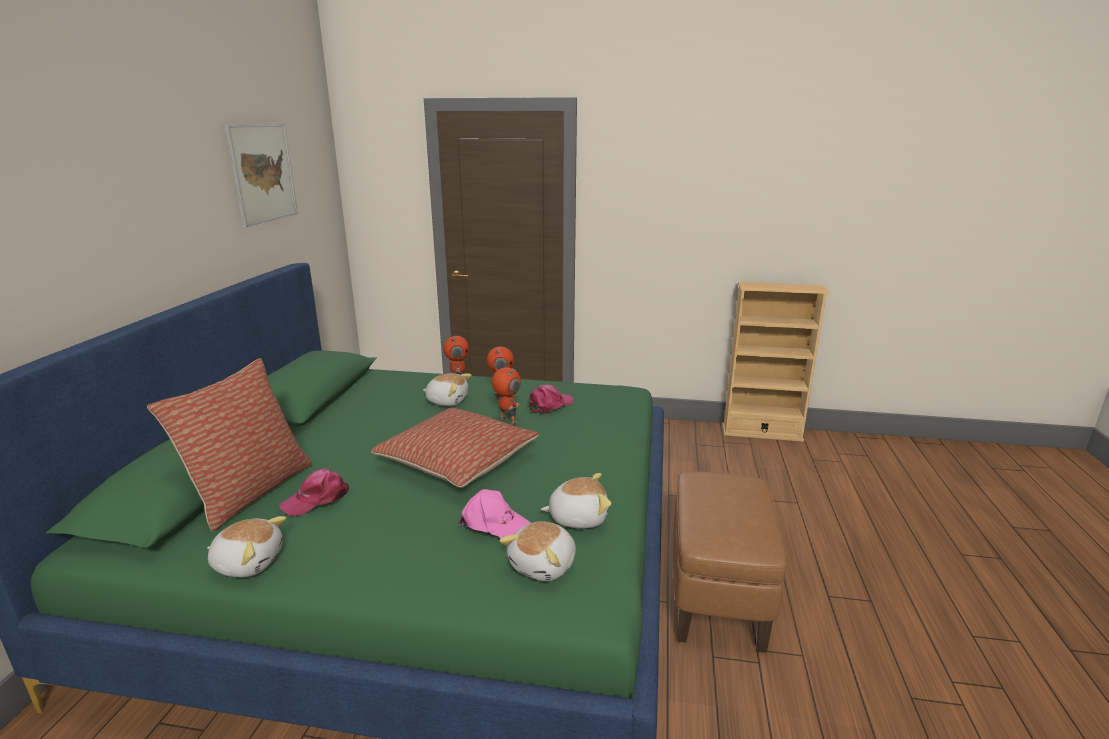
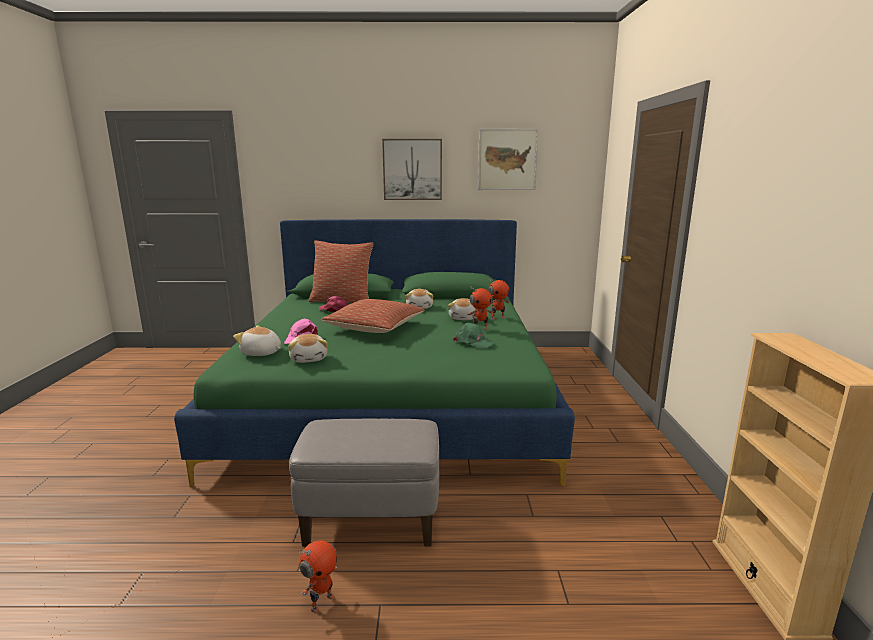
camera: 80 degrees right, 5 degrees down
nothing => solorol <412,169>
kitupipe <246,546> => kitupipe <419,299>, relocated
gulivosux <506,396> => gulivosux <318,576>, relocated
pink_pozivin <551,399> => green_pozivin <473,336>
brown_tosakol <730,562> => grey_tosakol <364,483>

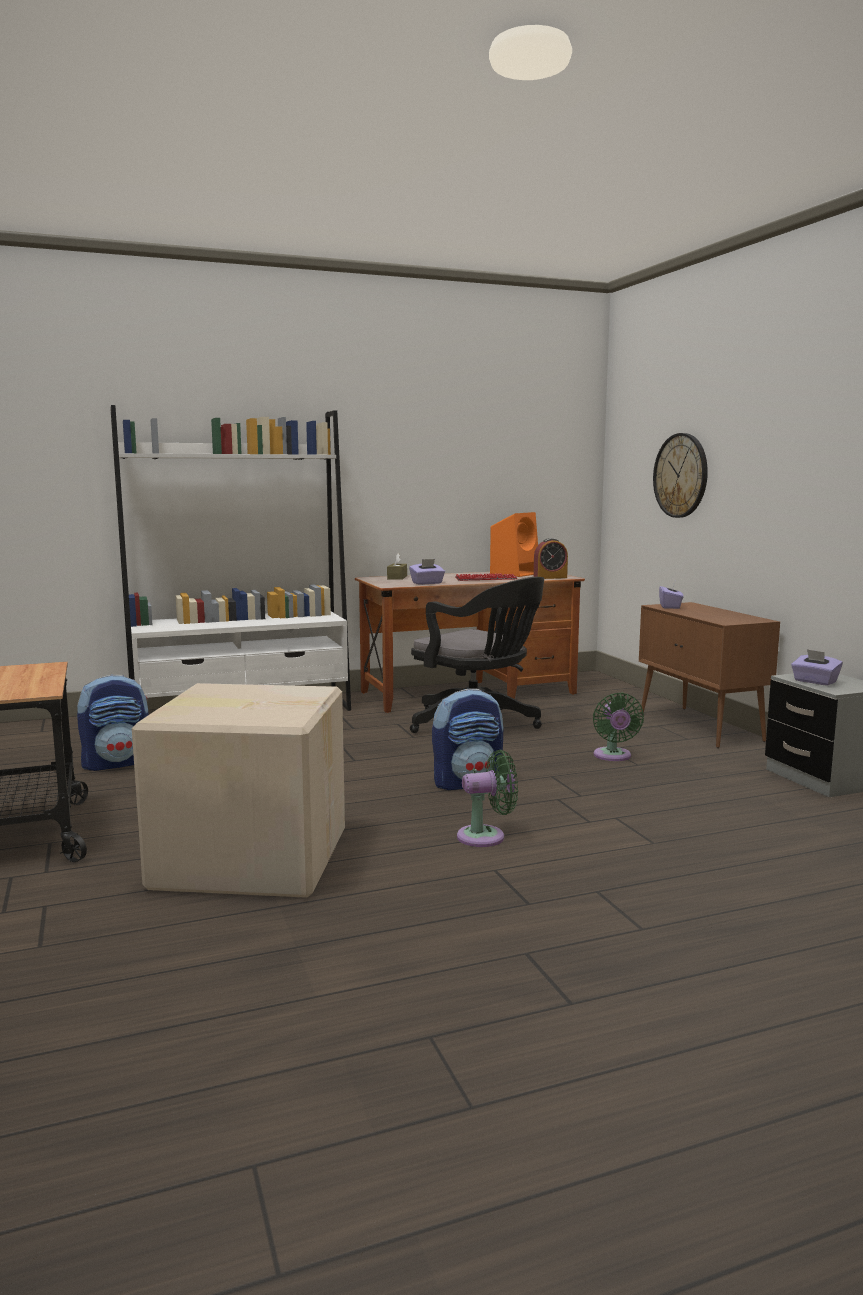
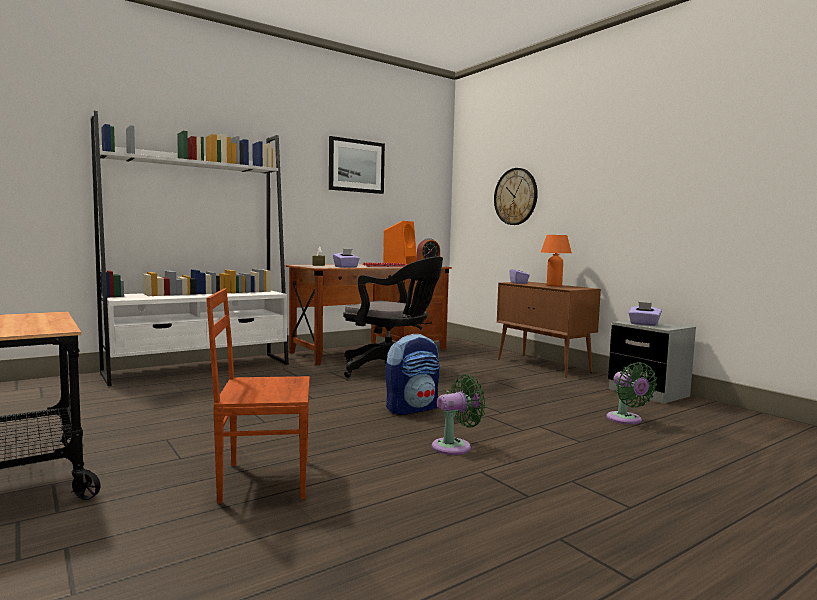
camera: 15 degrees left, 5 degrees down
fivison <113,723> => nothing
nothing => solorol <357,165>
nothing => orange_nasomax <556,260>
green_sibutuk <618,726> => green_sibutuk <632,393>, relocated
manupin <238,790> => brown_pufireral <258,396>

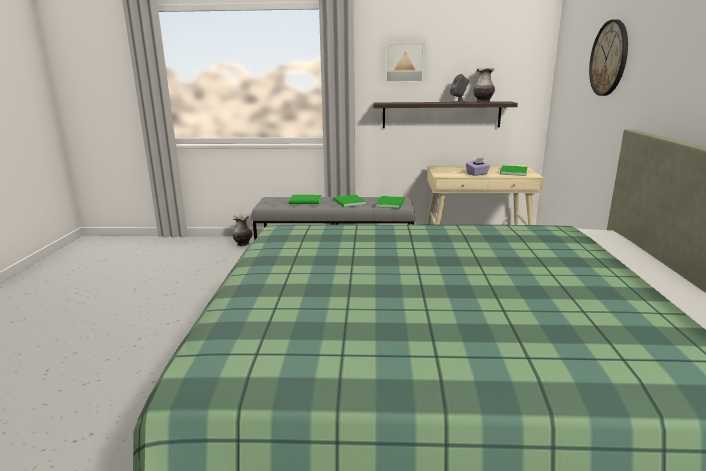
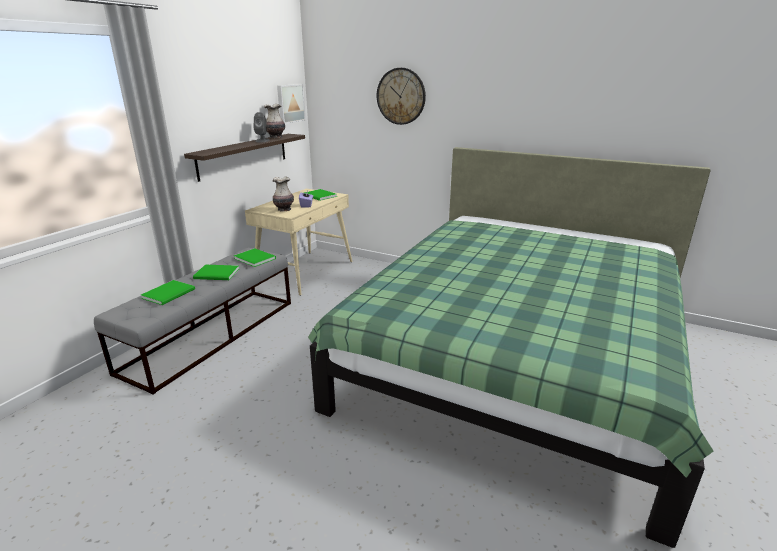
camera: 65 degrees left, 5 degrees up
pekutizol <242,230> => pekutizol <283,194>, relocated
solorol <405,62> => solorol <291,104>, relocated

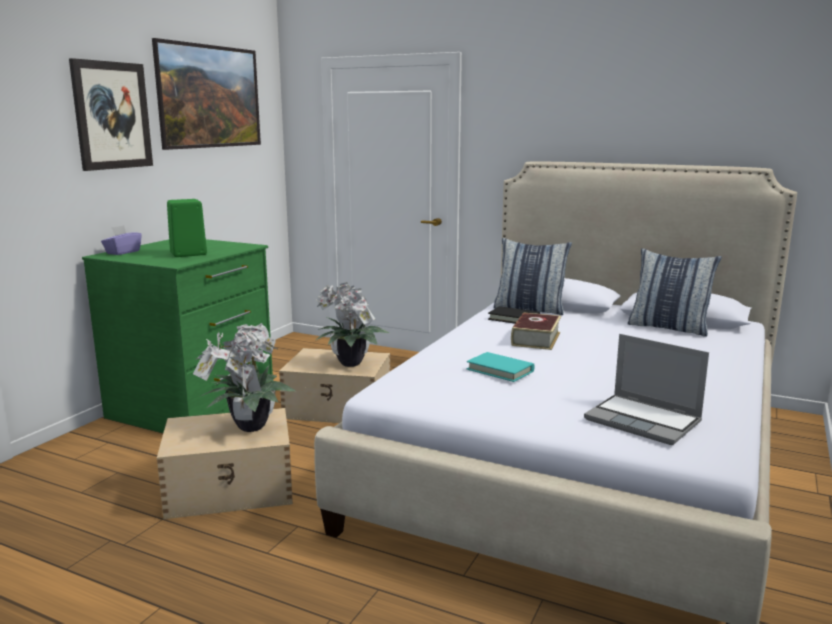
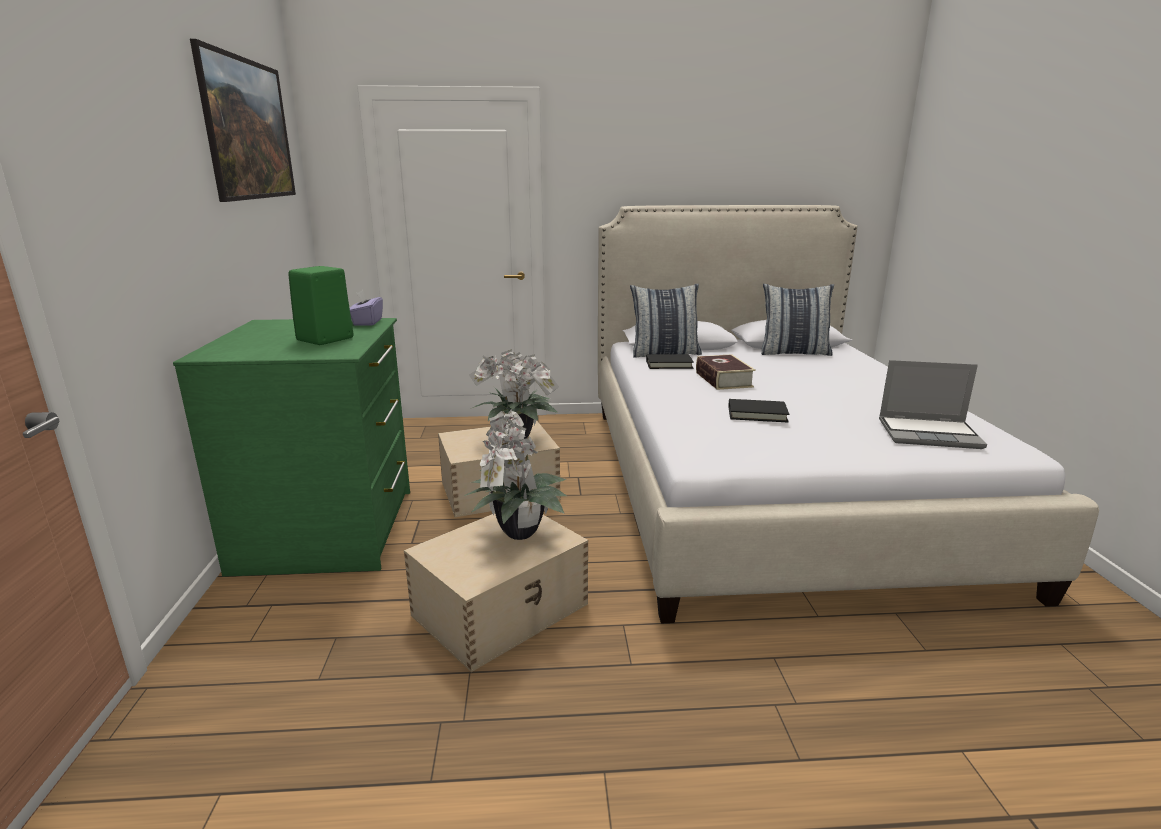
camera: 30 degrees left, 5 degrees up
solorol <111,114> => nothing
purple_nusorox <121,240> => purple_nusorox <366,308>, relocated
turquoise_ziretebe <501,367> => black_ziretebe <758,410>

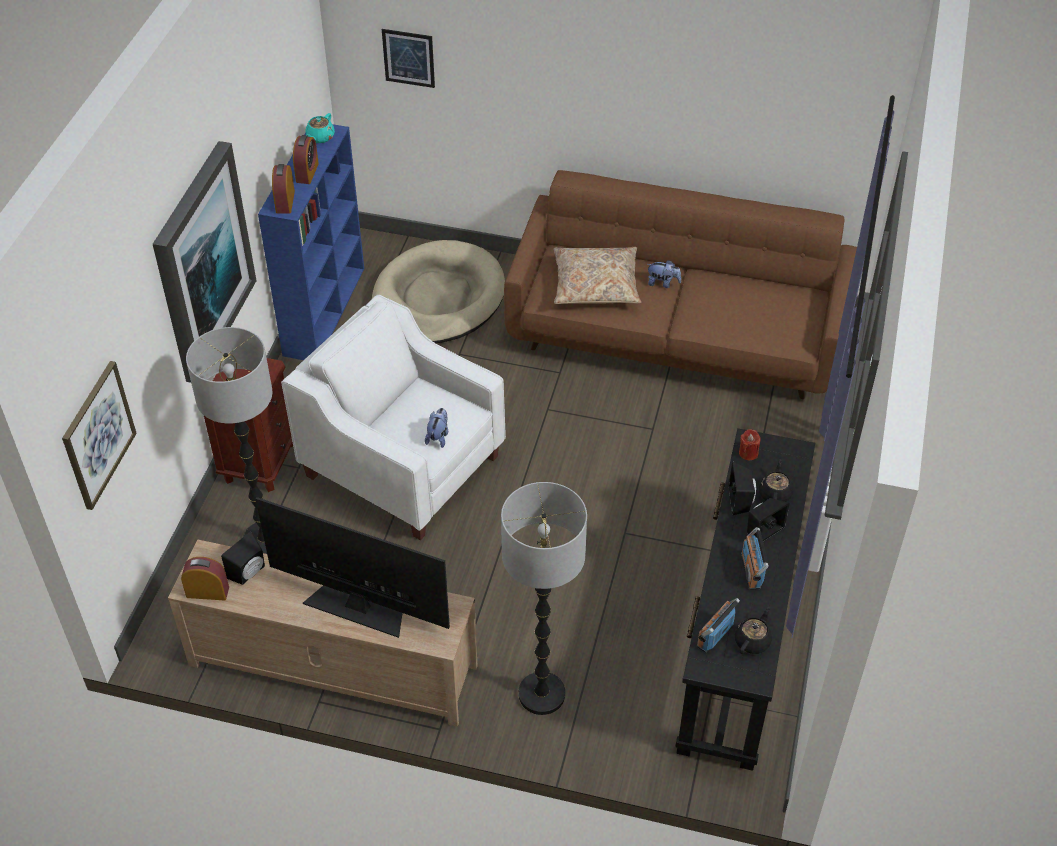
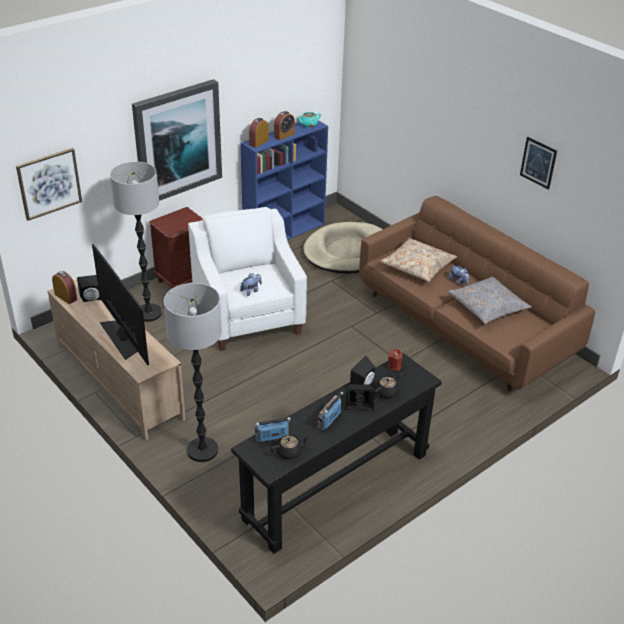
camera: 35 degrees right, 10 degrees down
nothing => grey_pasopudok <489,300>
solorol <408,58> => solorol <538,163>, relocated

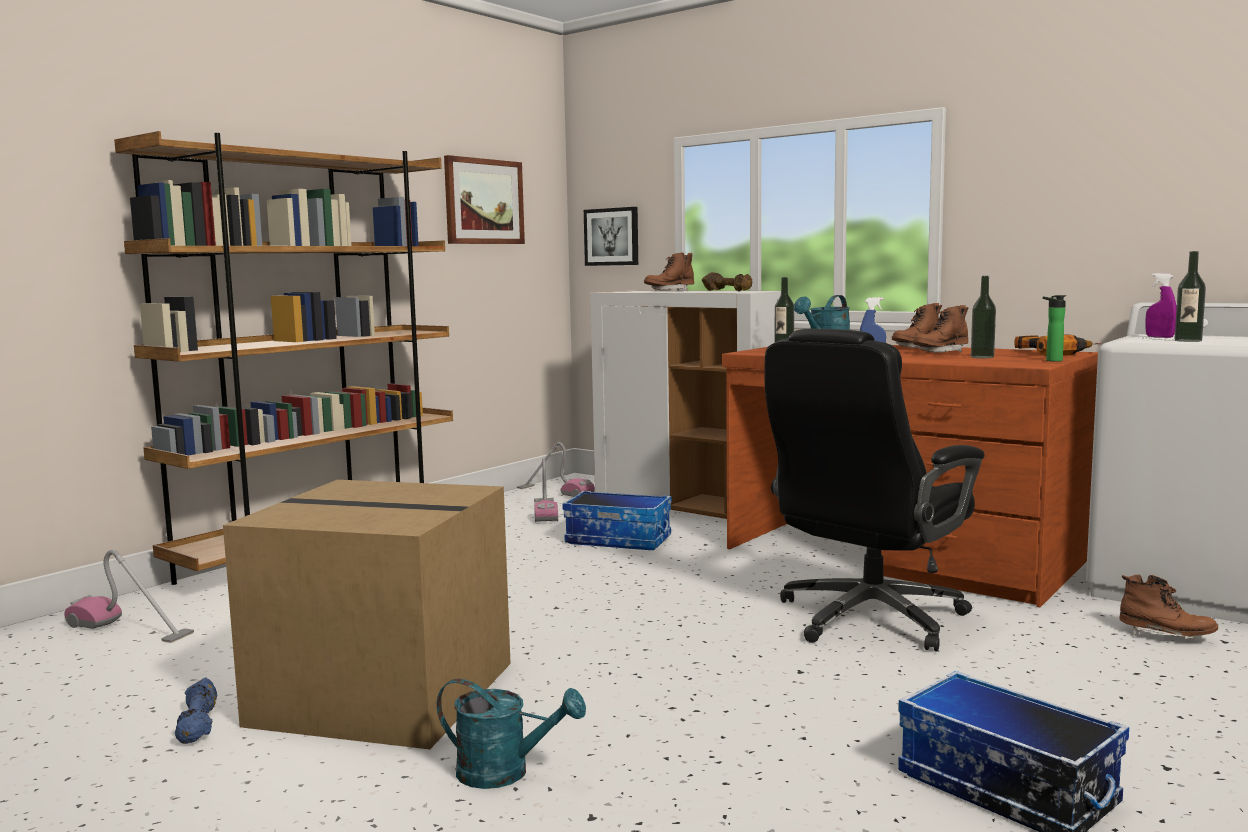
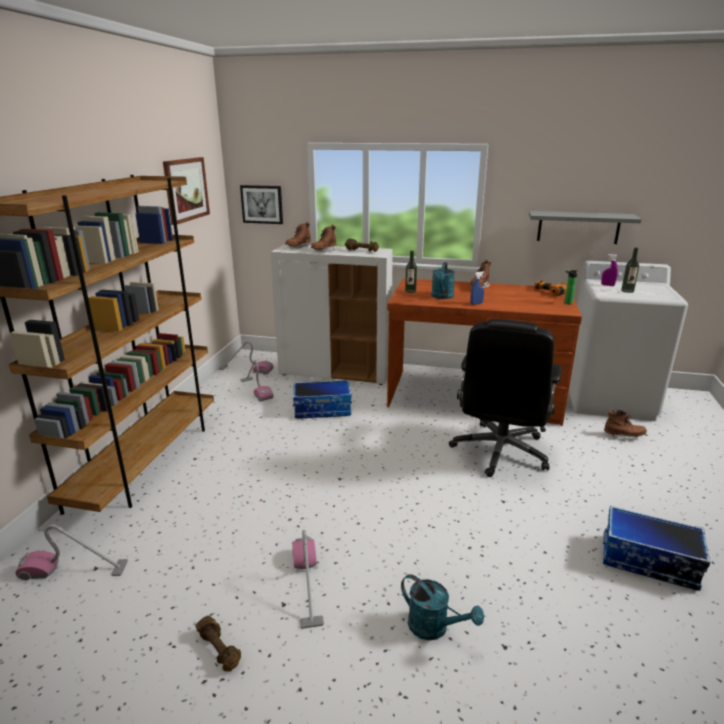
camera: 25 degrees left, 15 degrees up
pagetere <983,317> => nothing
nothing => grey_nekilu <585,227>
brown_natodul <940,329> => brown_natodul <298,235>, relocated
manupin <367,614> => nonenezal <308,579>
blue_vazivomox <196,711> => brown_vazivomox <218,644>
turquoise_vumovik <511,734> => turquoise_vumovik <442,607>, 45 degrees clockwise

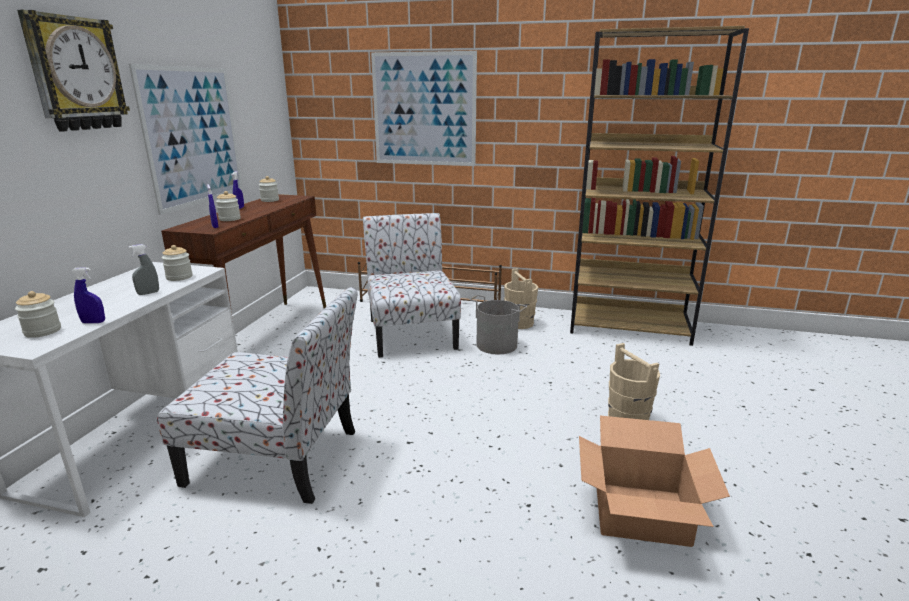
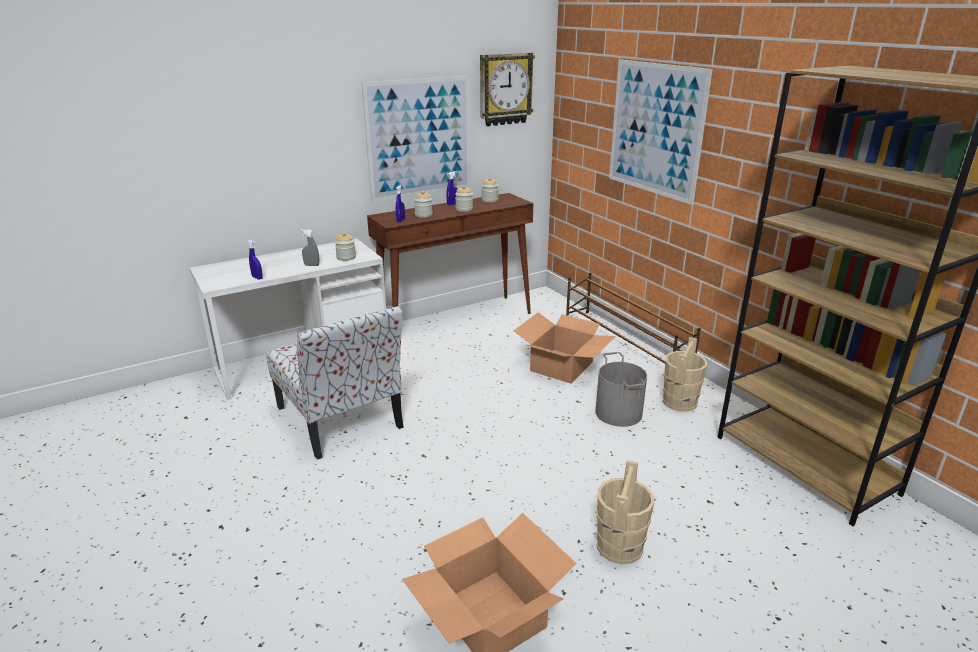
camera: 45 degrees right, 5 degrees up
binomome <38,314> => binomome <464,199>, relocated
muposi <73,71> => muposi <507,89>, relocated
pufireral <412,285> => manupin <564,347>

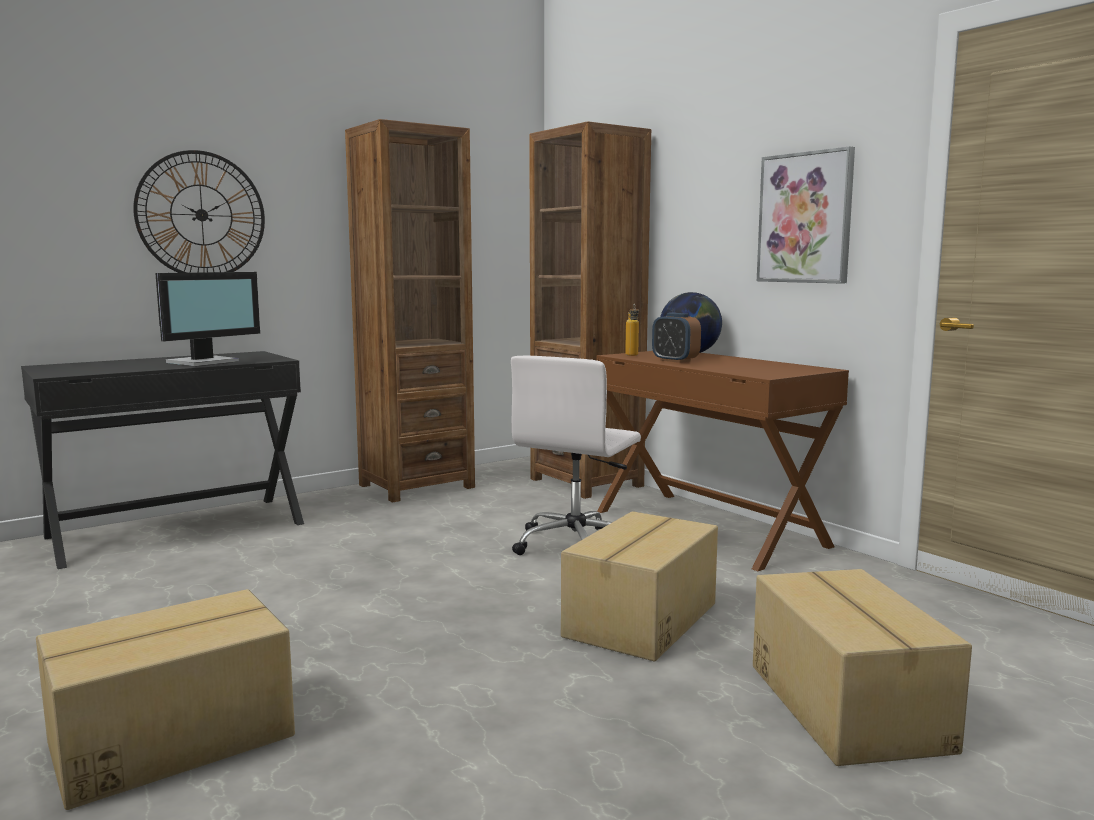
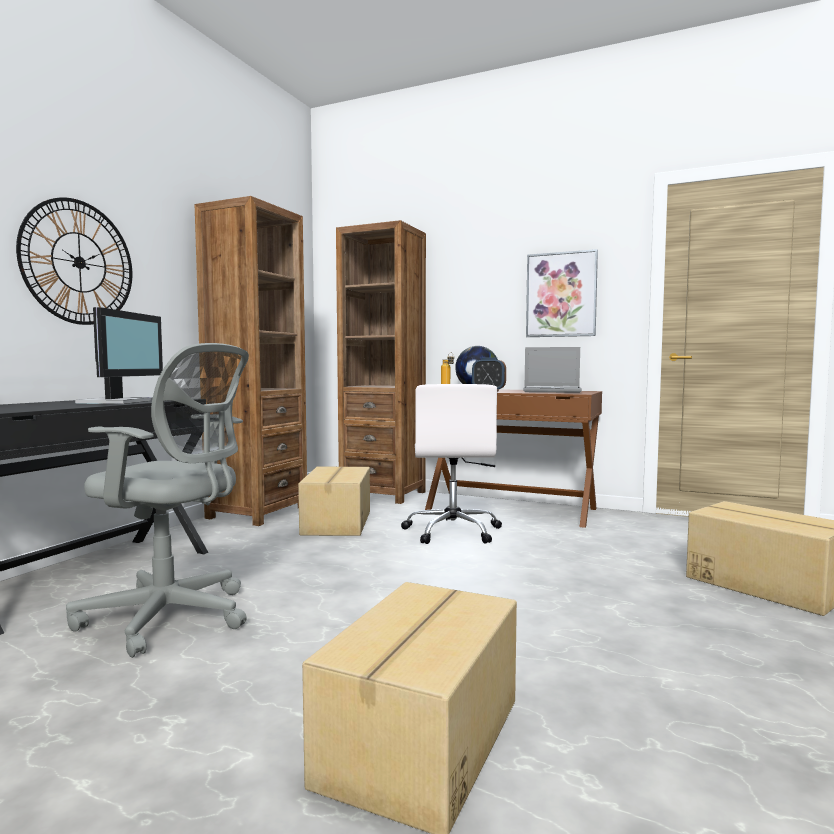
camera: 30 degrees left, 5 degrees down
nothing => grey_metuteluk <157,500>
nothing => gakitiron <552,370>
manupin <639,586> => manupin <334,501>, relocated

